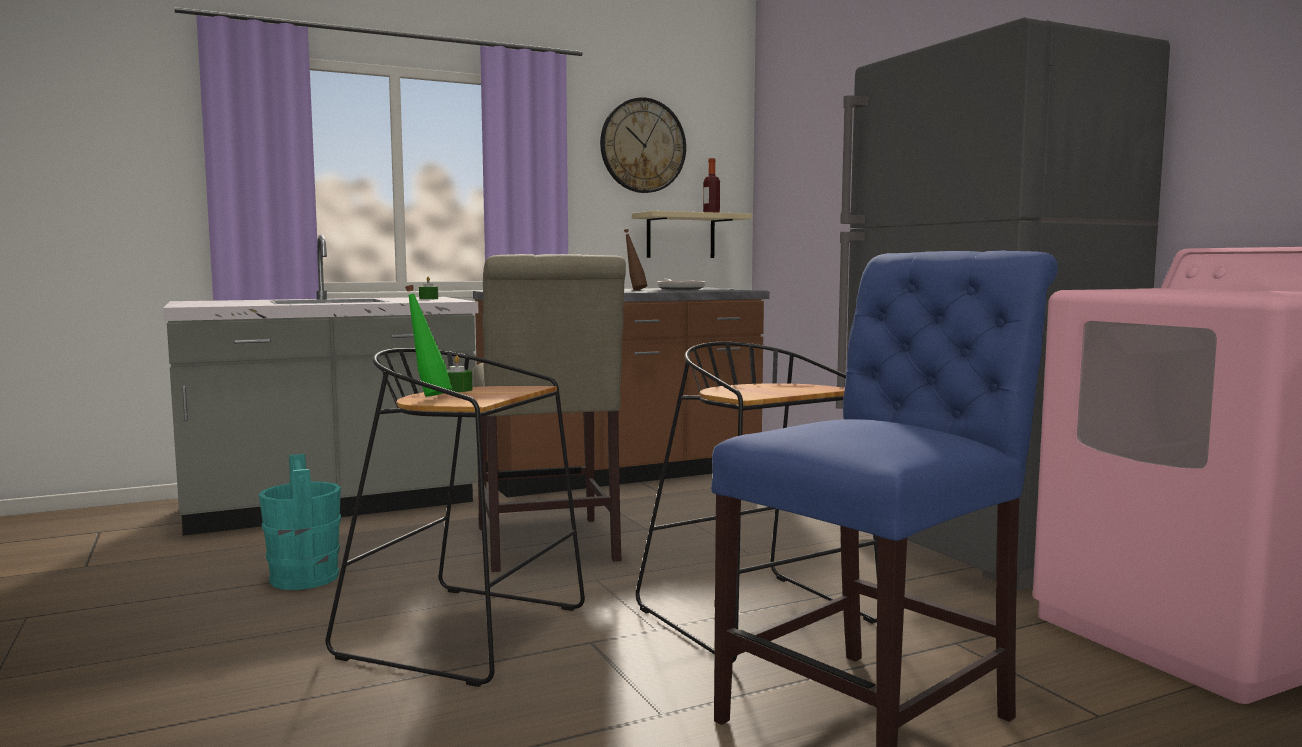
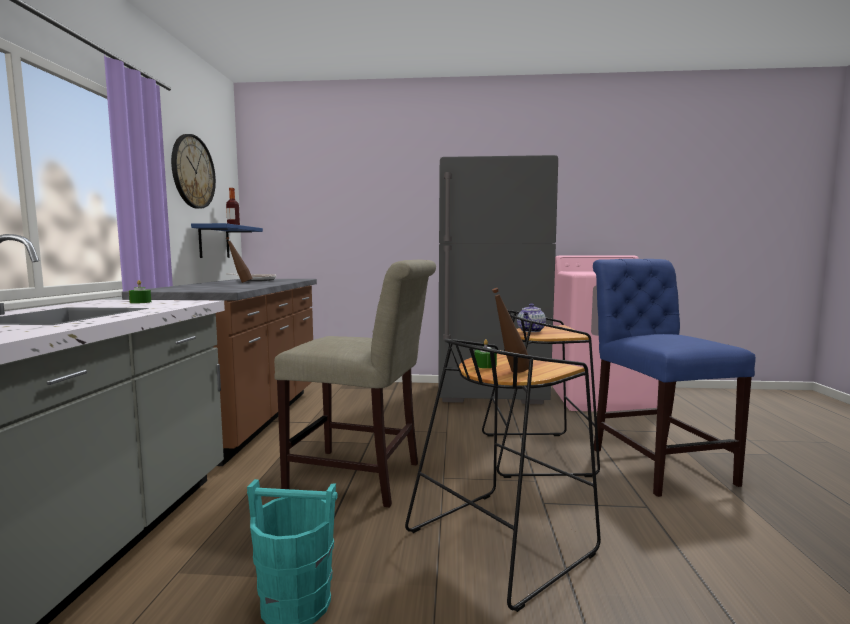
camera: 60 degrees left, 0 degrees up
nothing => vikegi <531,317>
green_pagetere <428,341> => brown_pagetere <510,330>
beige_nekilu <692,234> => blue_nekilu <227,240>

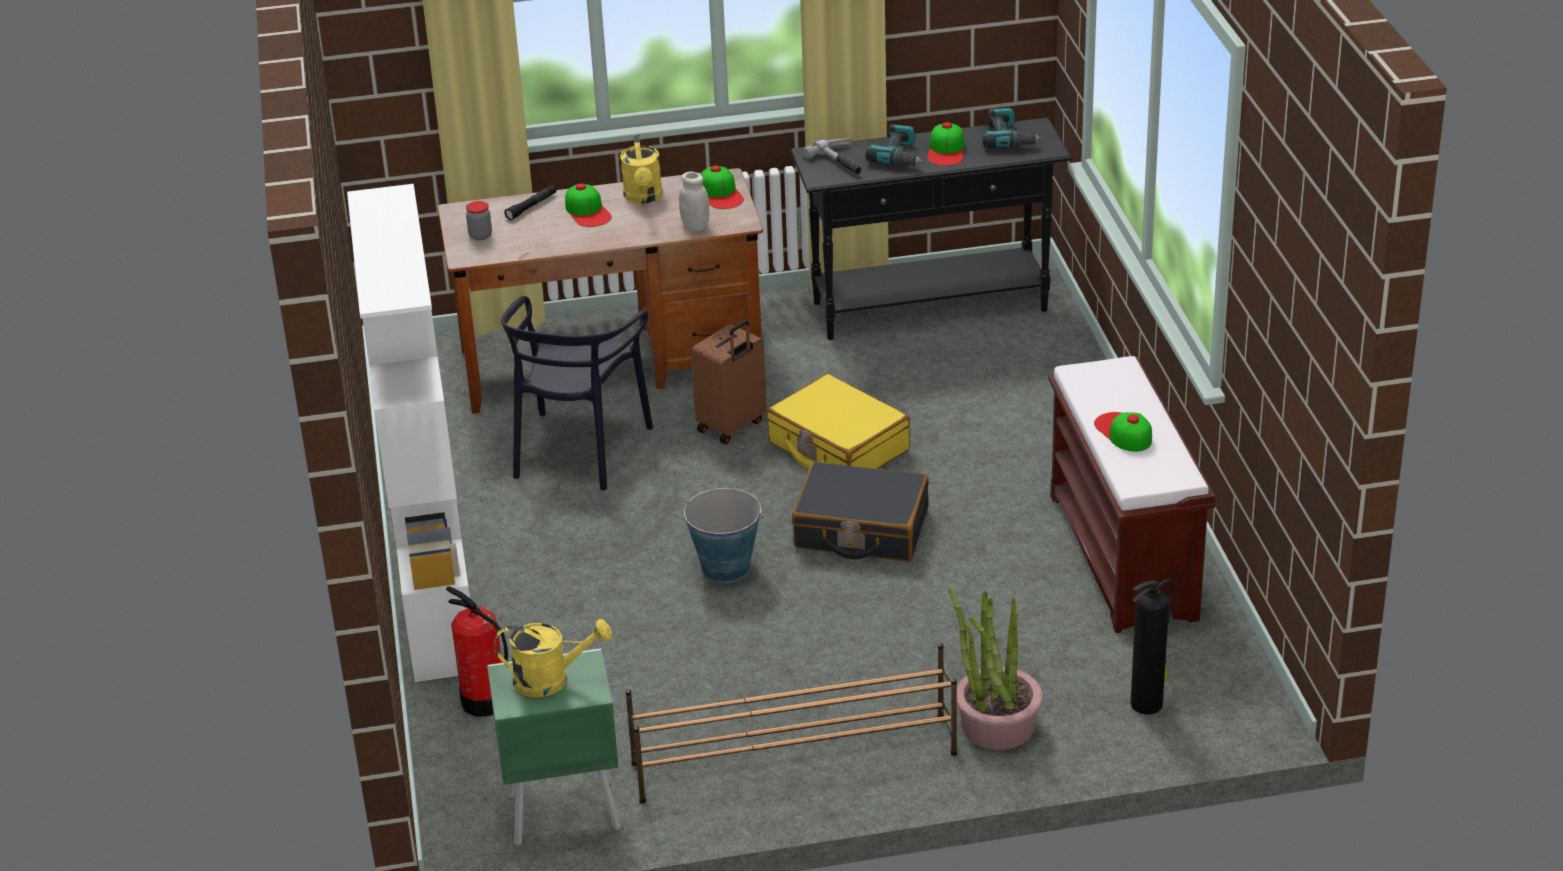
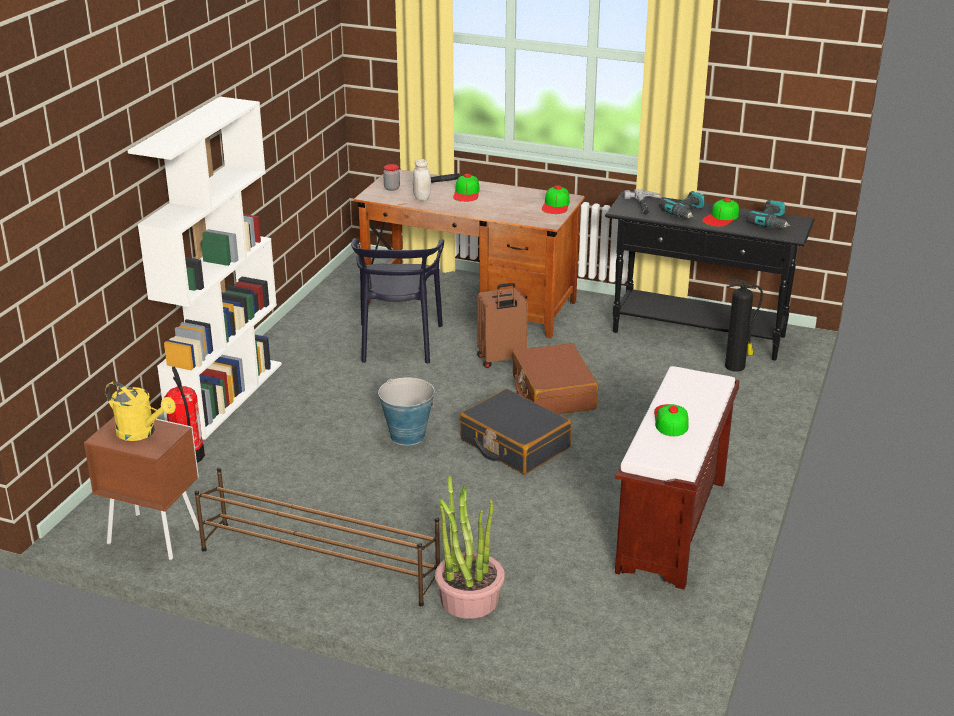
camera: 30 degrees right, 5 degrees down
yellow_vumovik <641,169> => nothing
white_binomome <694,201> => white_binomome <422,180>, relocated
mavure <1152,647> => mavure <744,325>, relocated
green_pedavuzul <554,747> => brown_pedavuzul <141,488>
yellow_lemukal <838,421> => brown_lemukal <555,378>
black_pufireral <577,393> => black_pufireral <397,301>, 45 degrees counterclockwise

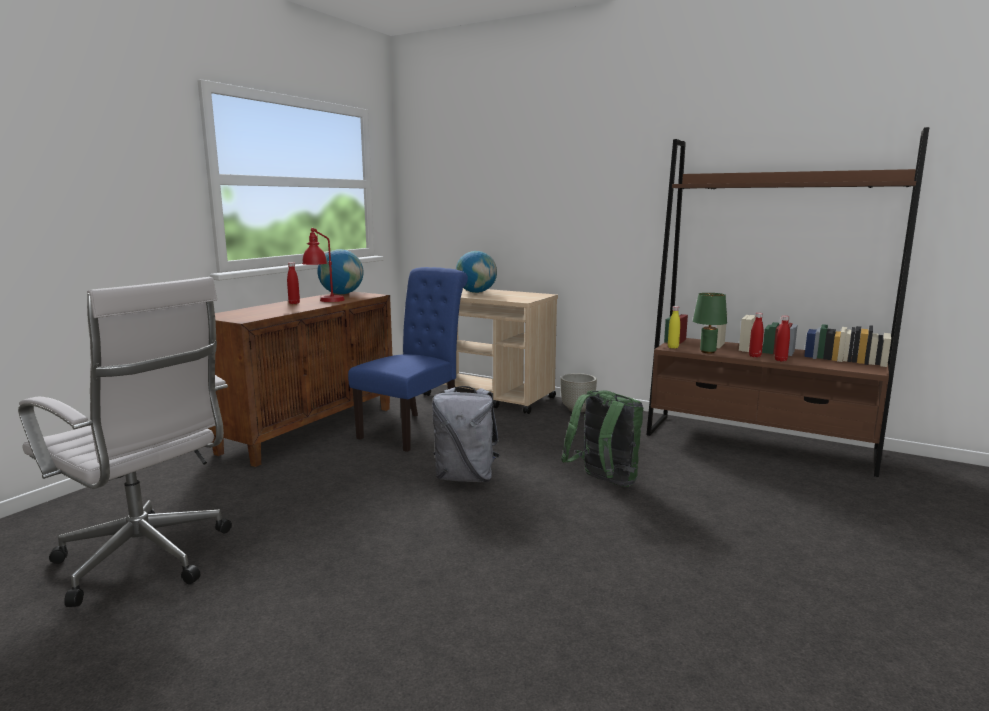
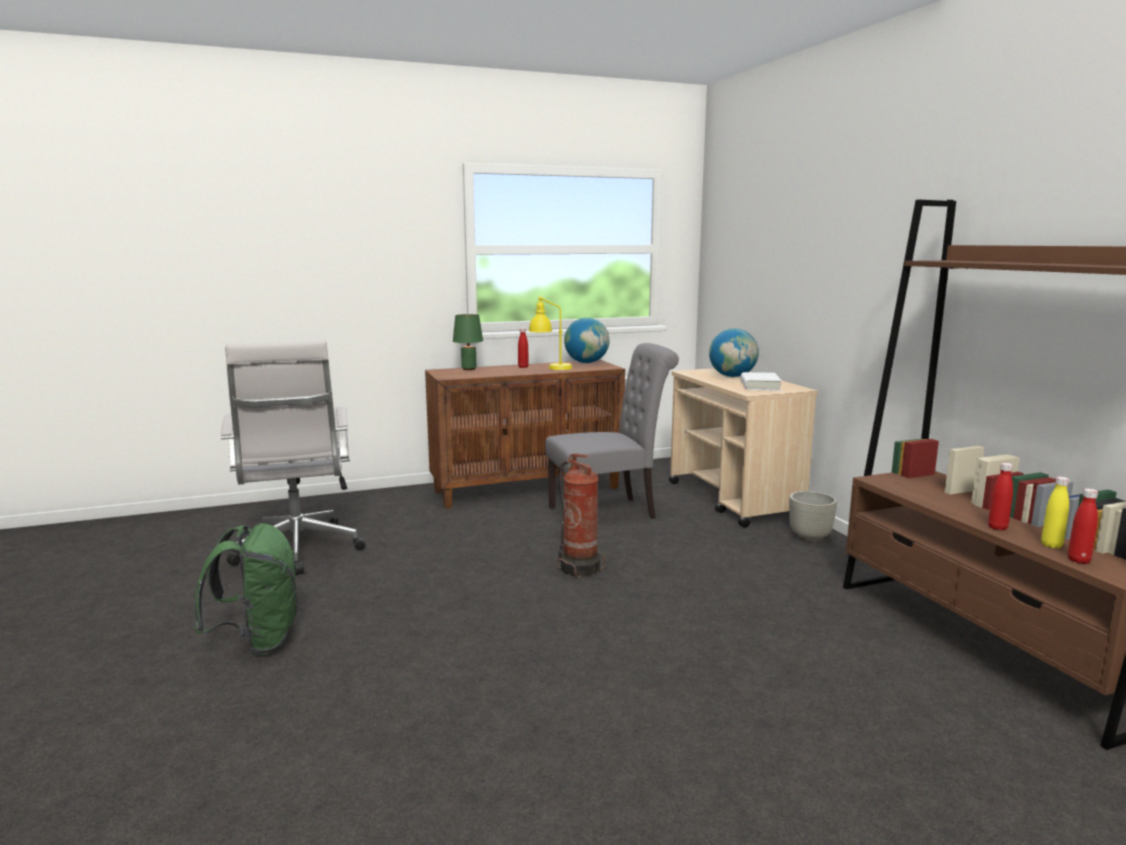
camera: 40 degrees right, 0 degrees up
nothing => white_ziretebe <761,381>
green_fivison <602,438> => green_fivison <245,589>, relocated
yellow_pagetere <674,327> => yellow_pagetere <1055,512>, relocated
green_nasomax <710,323> => green_nasomax <468,342>, relocated
red_pagetere <756,335> => red_pagetere <1083,526>, relocated
grey_fivison <466,434> => mavure <581,515>
red_nasomax <323,265> => yellow_nasomax <550,333>
blue_pufireral <408,359> => grey_pufireral <612,431>

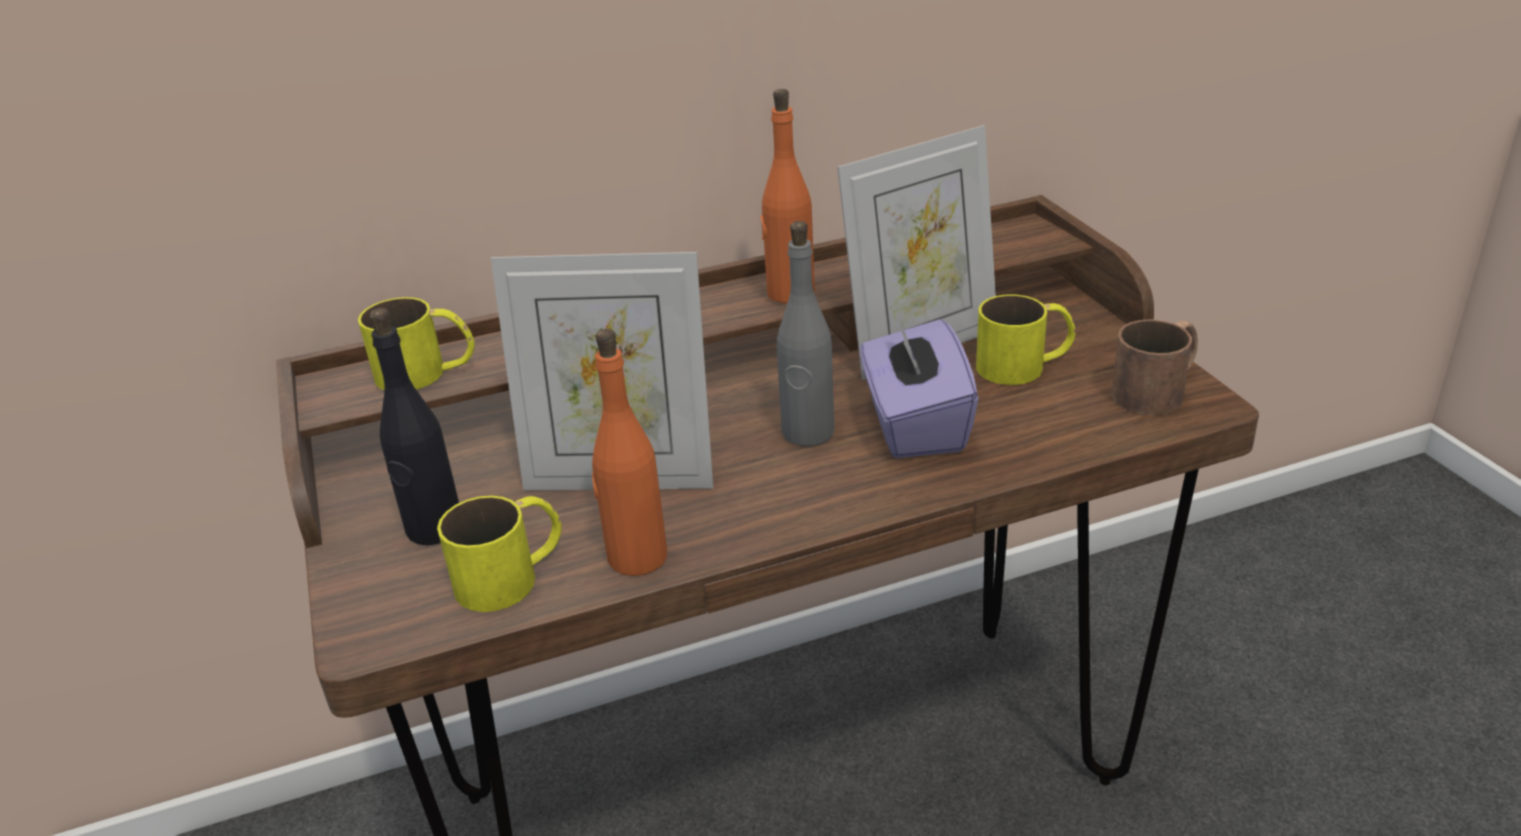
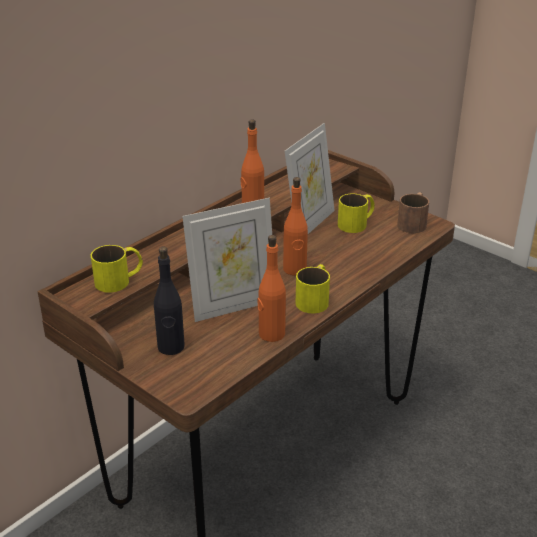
camera: 30 degrees left, 0 degrees up
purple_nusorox <919,385> => nothing
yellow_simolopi <499,554> => yellow_simolopi <313,289>, relocated
grey_pagetere <805,333> => orange_pagetere <295,226>

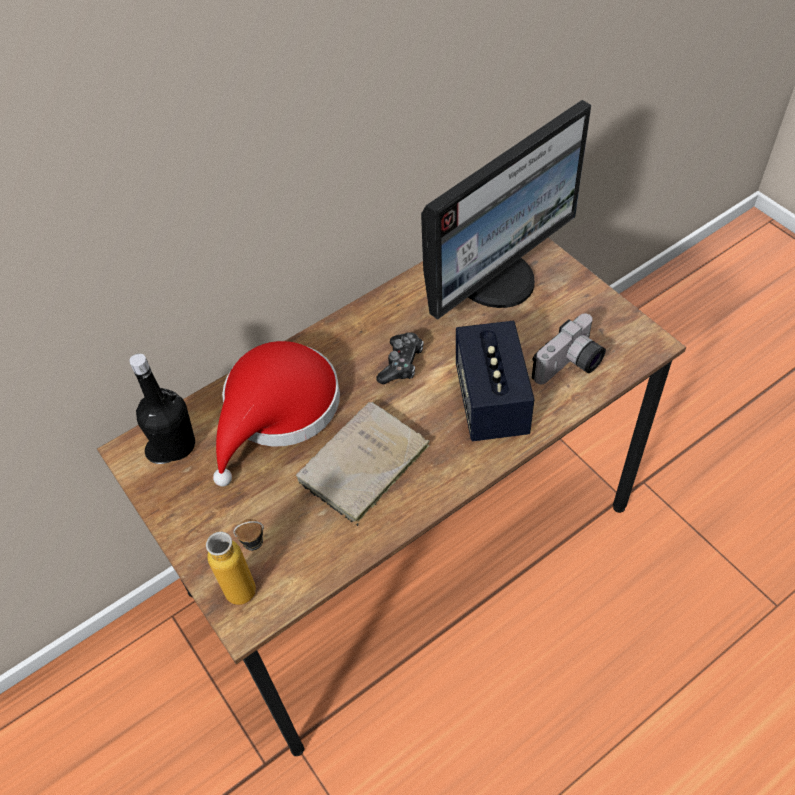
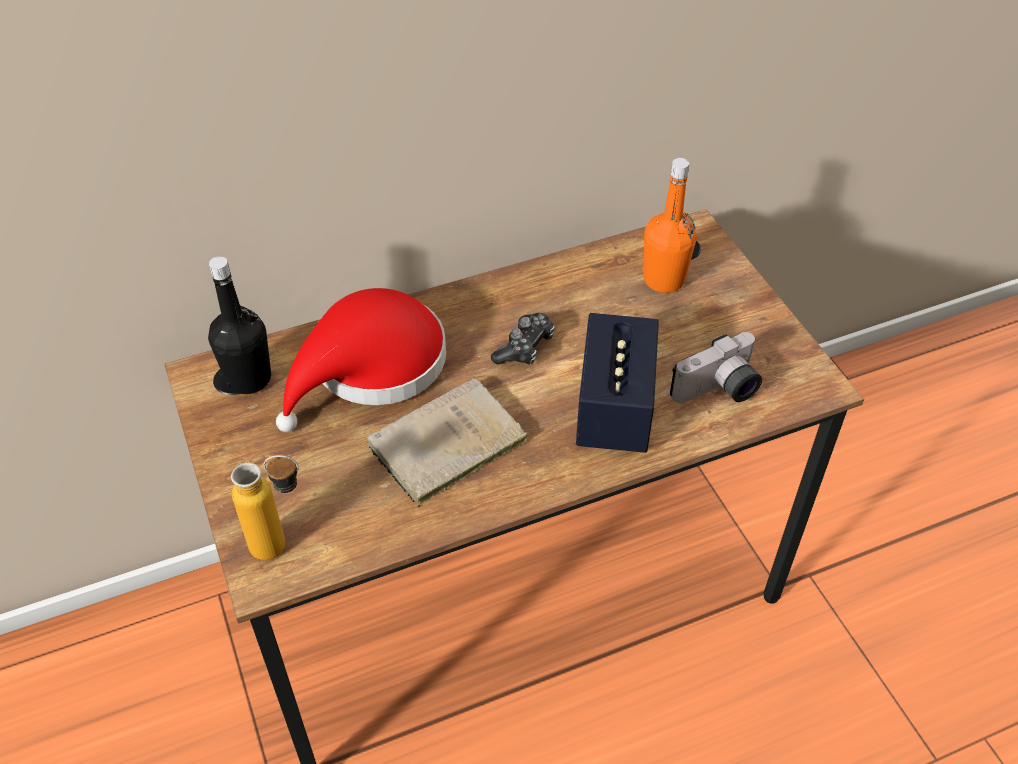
camera: 10 degrees right, 5 degrees down
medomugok <506,210> => orange_pagetere <669,225>

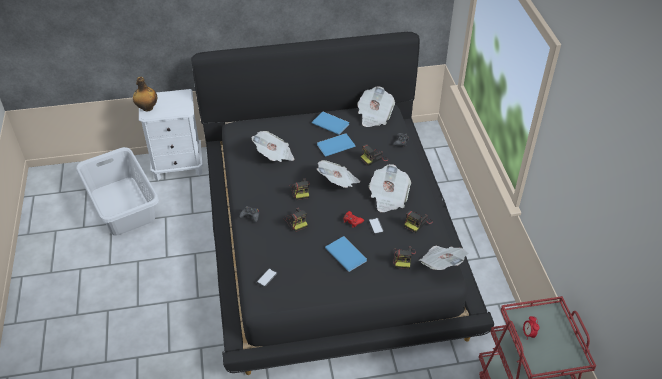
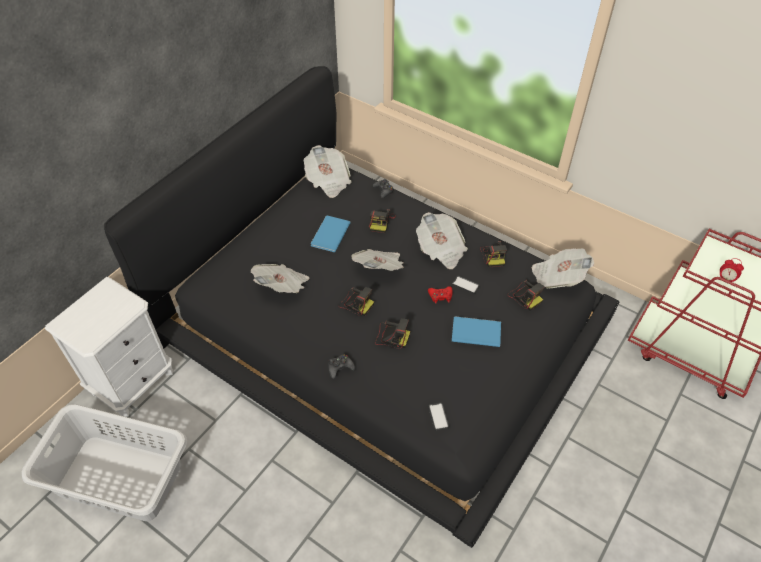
camera: 45 degrees left, 5 degrees up
pagetere <145,94> => nothing
blue_ziretebe <330,123> => nothing

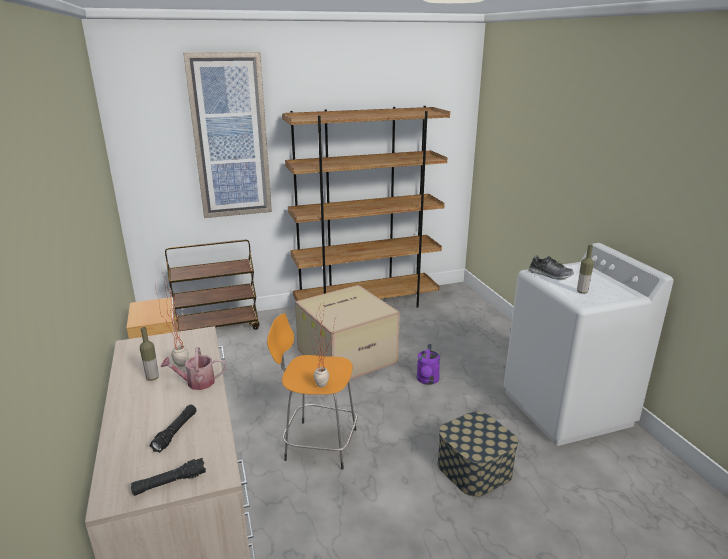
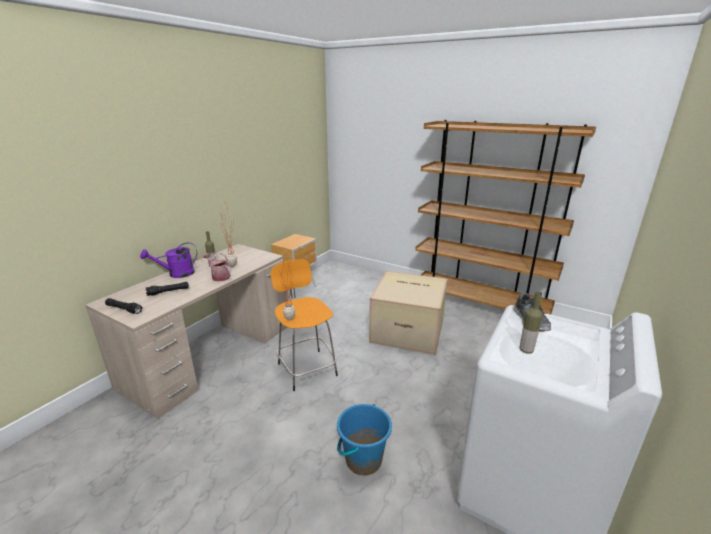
camera: 50 degrees right, 0 degrees up
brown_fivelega <212,285> => nothing
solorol <227,135> => nothing
purple_vumovik <428,364> => purple_vumovik <168,260>, relocated
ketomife <477,454> => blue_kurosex <364,439>

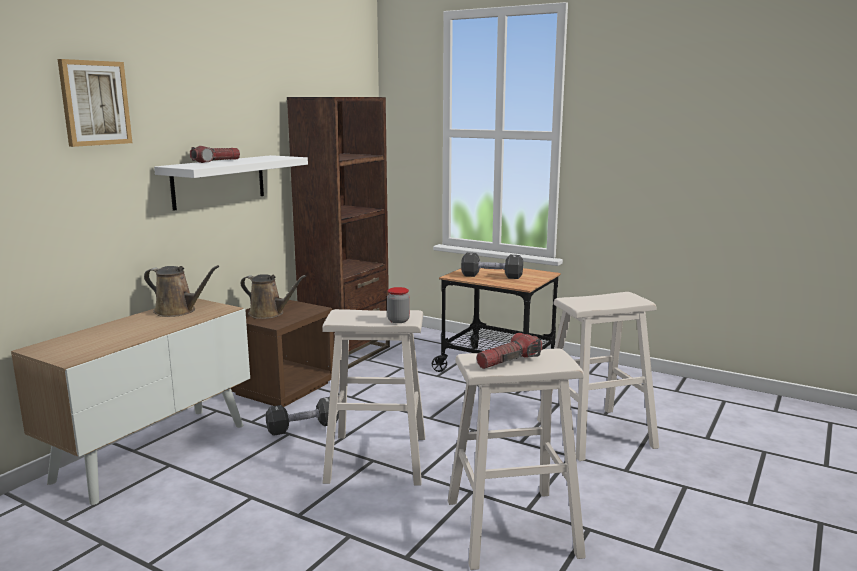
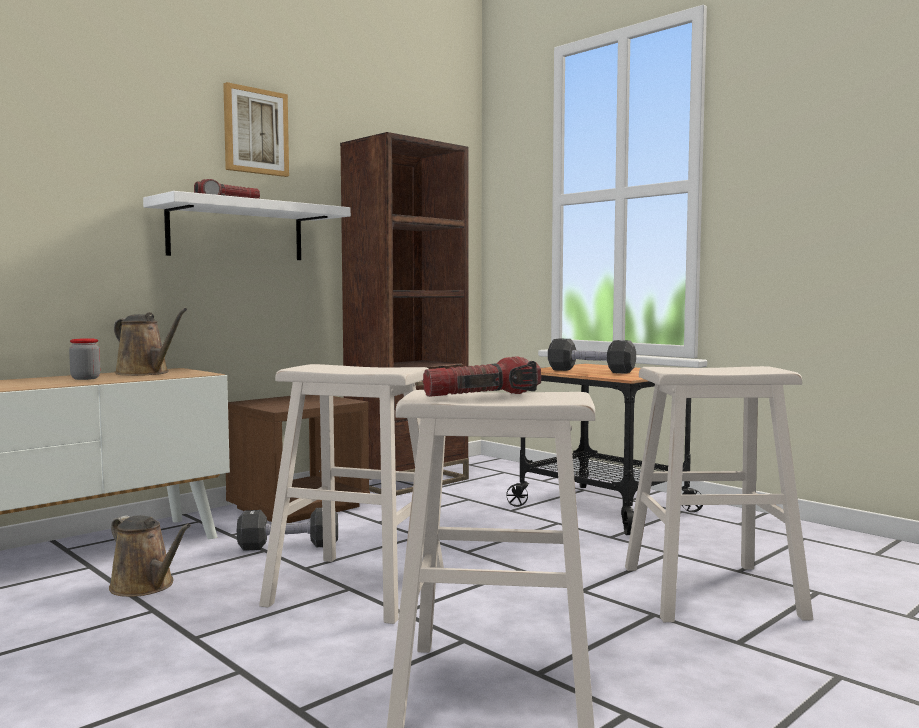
camera: 15 degrees right, 10 degrees down
solorol <95,103> => solorol <256,129>, relocated
brown_vumovik <273,296> => brown_vumovik <150,556>, relocated
binomome <398,305> => binomome <84,359>, relocated

